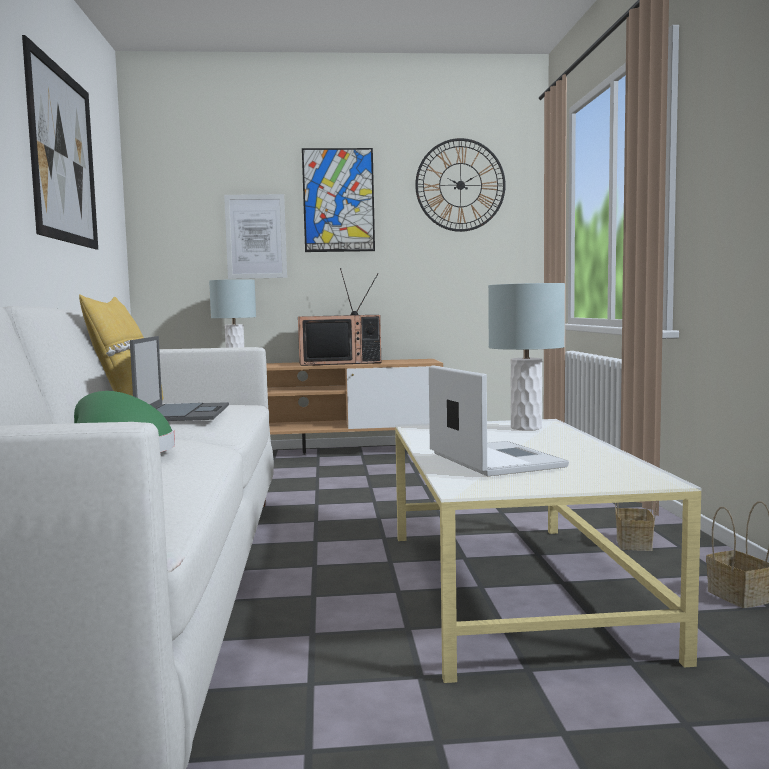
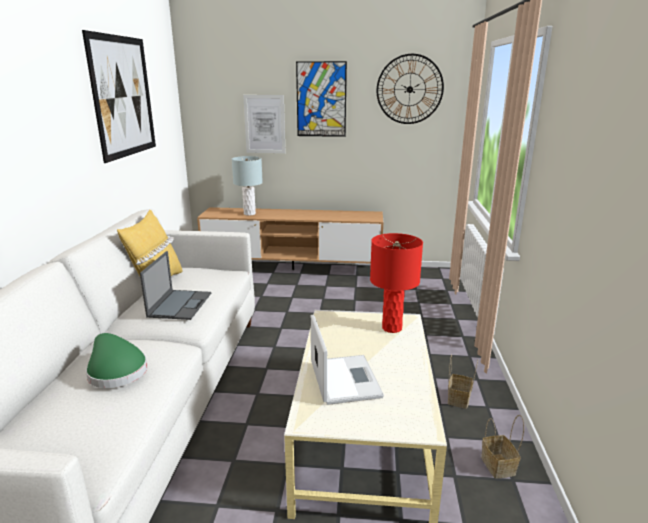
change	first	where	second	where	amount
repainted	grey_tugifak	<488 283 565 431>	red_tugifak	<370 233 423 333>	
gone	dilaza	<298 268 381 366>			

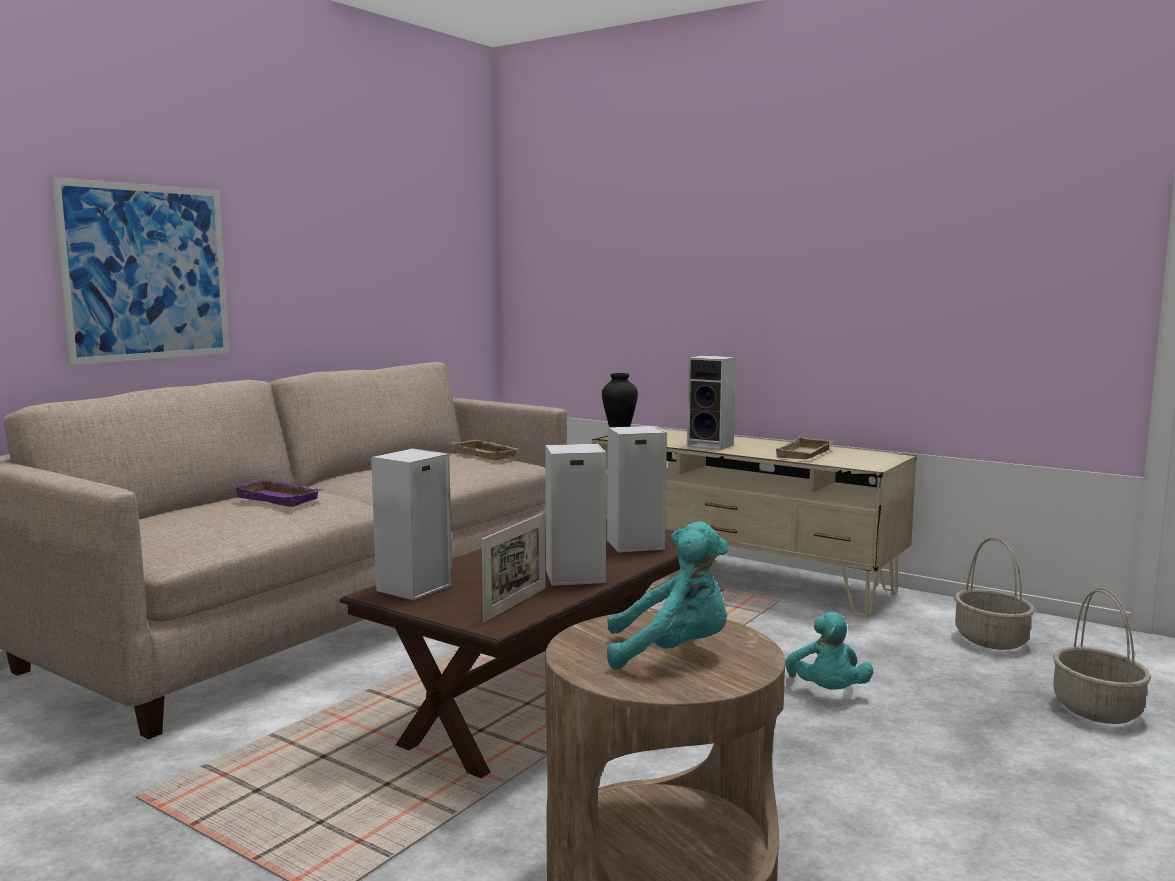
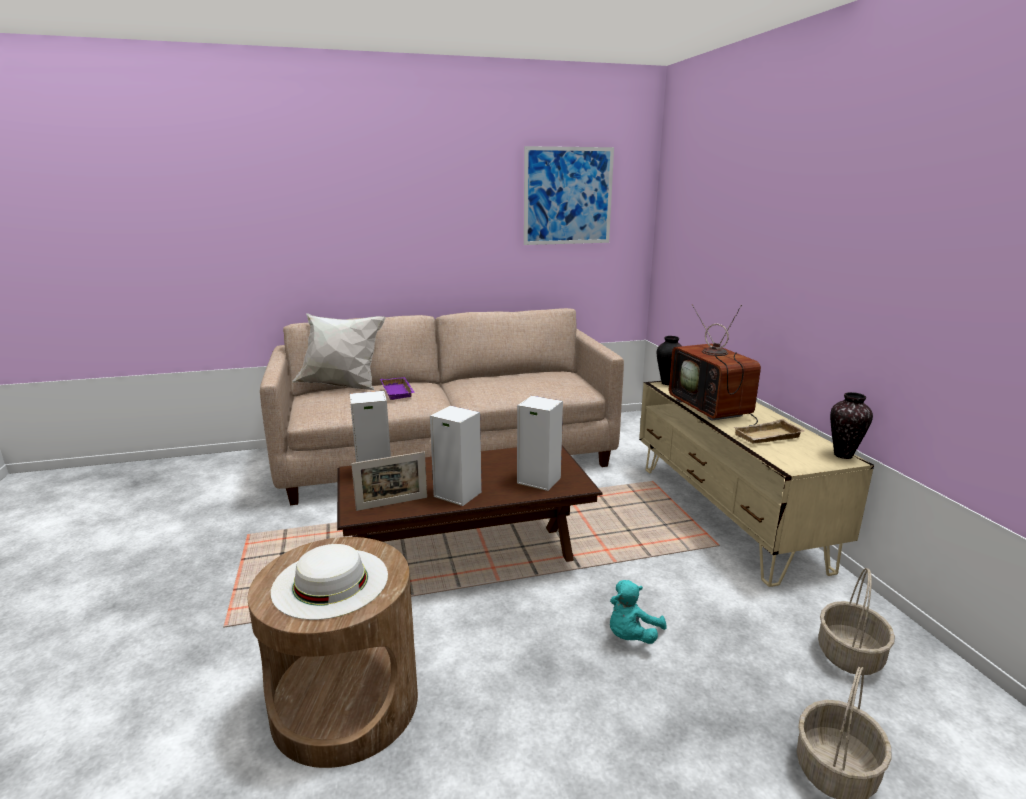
change	first	where	second	where	amount
swapped	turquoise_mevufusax	<607 521 729 670>	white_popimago	<271 544 388 620>	
new			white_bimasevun	<292 313 386 390>	
shifted	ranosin	<51 177 229 365>		<524 146 614 245>	
swapped	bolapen	<687 355 736 450>	dilaza	<669 304 761 426>	
new			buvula	<830 392 873 459>	
gone	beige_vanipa	<451 439 519 460>			

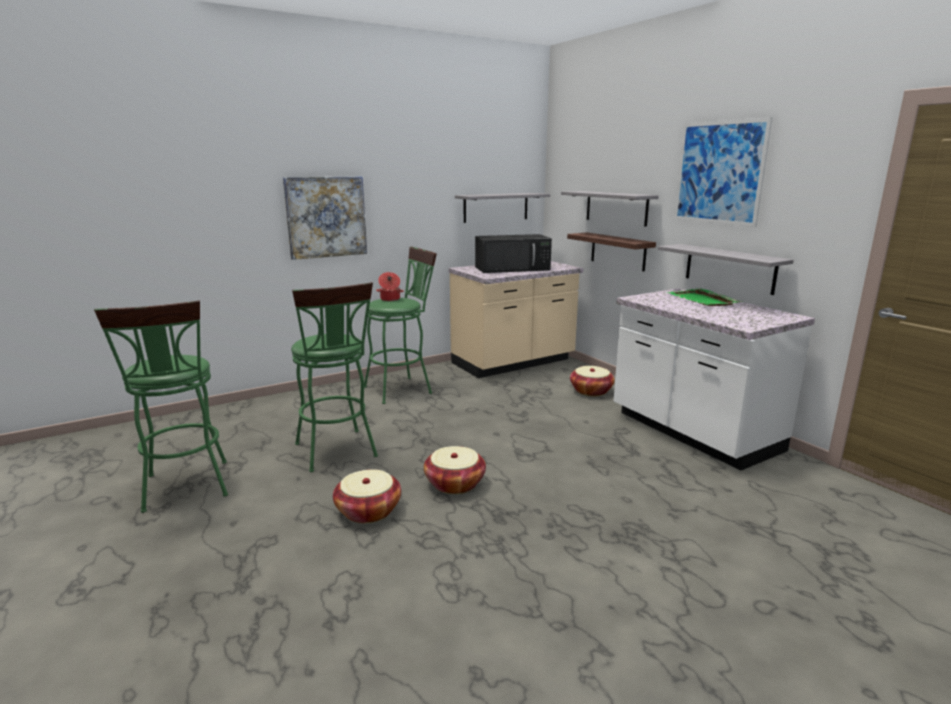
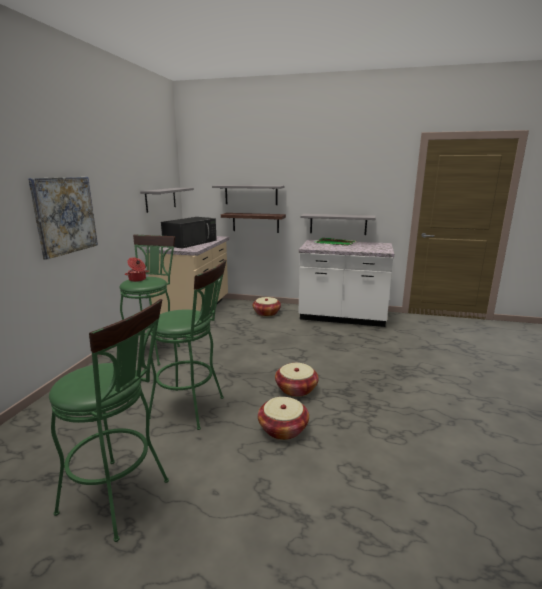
change	first	where	second	where	amount
gone	ranosin	<674 117 773 227>			

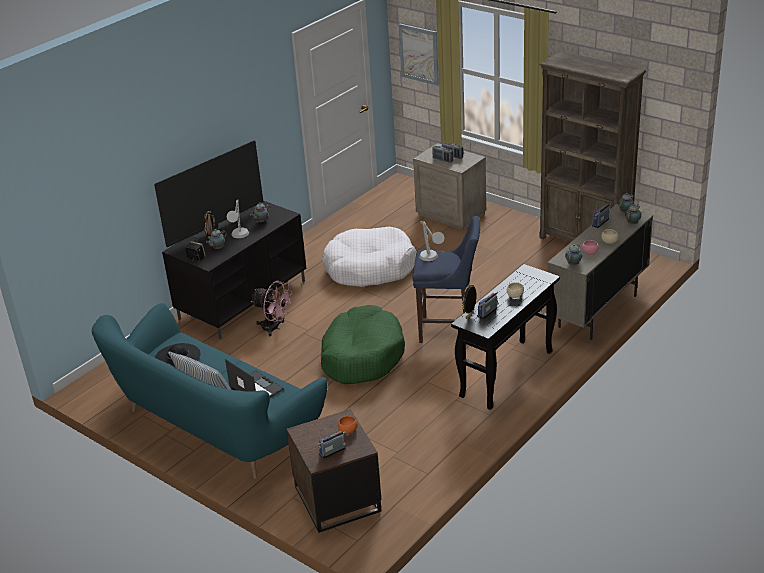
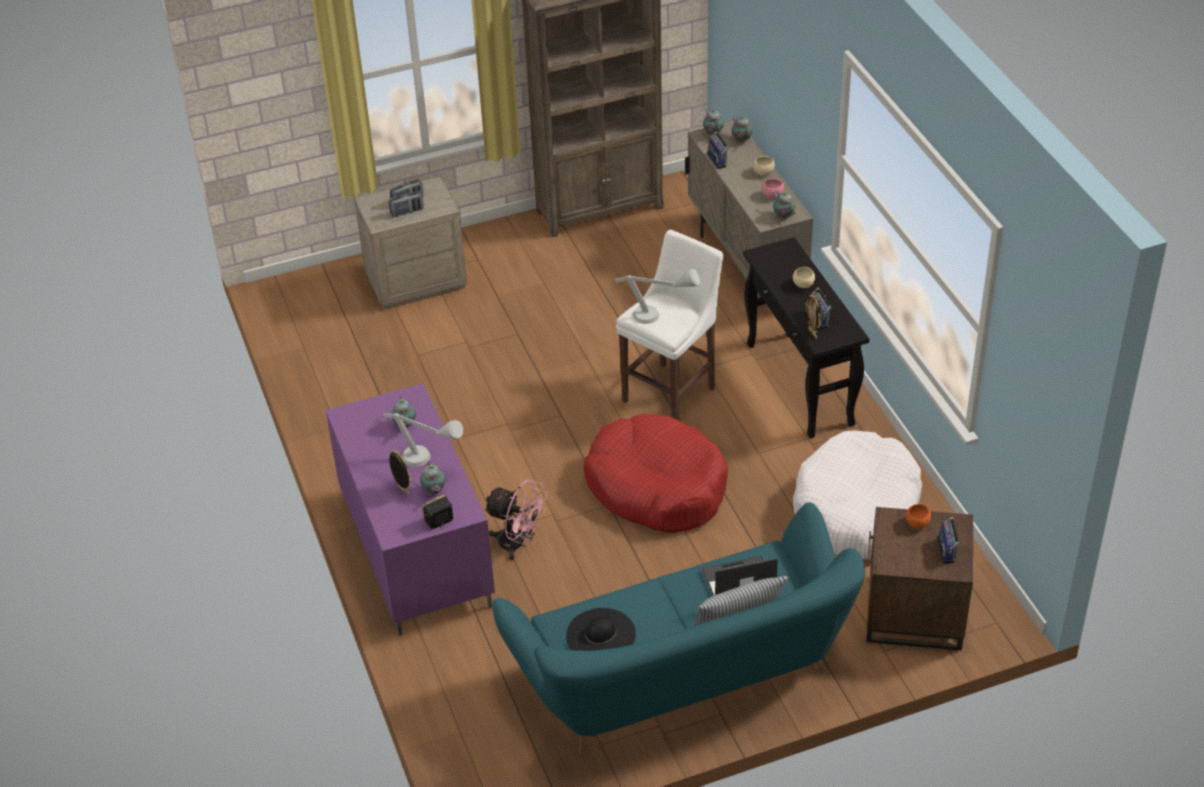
change	first	where	second	where	amount
repainted	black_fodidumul	<162 201 306 339>	purple_fodidumul	<326 383 495 636>	
rotated	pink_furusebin	<251 281 292 336>		<484 480 548 560>	60 degrees clockwise
repainted	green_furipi	<321 305 405 384>	red_furipi	<584 413 728 533>	
repainted	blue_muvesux	<412 216 480 343>	white_muvesux	<616 230 723 420>	
shifted	white_furipi	<322 226 416 287>		<793 430 922 559>	
gone	dilaza	<154 140 263 247>			
gone	ranosin	<399 24 439 86>			

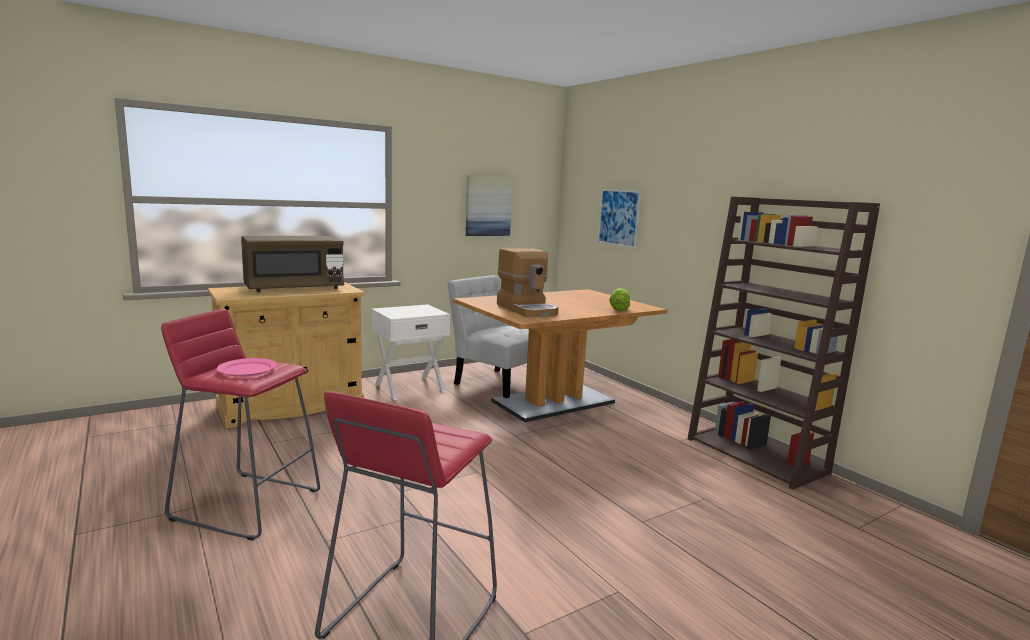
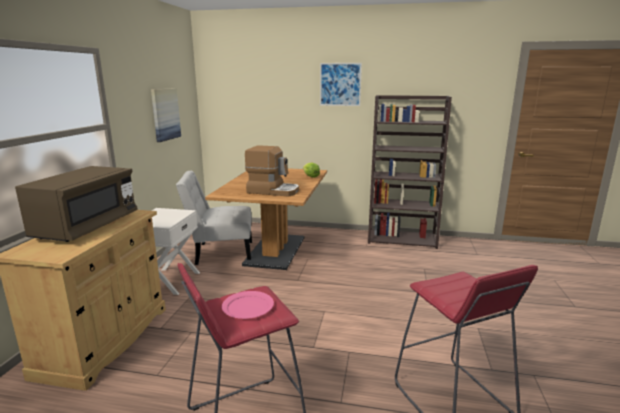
change	first	where	second	where	amount
shifted	ranosin	<598 189 641 248>		<320 63 362 106>	

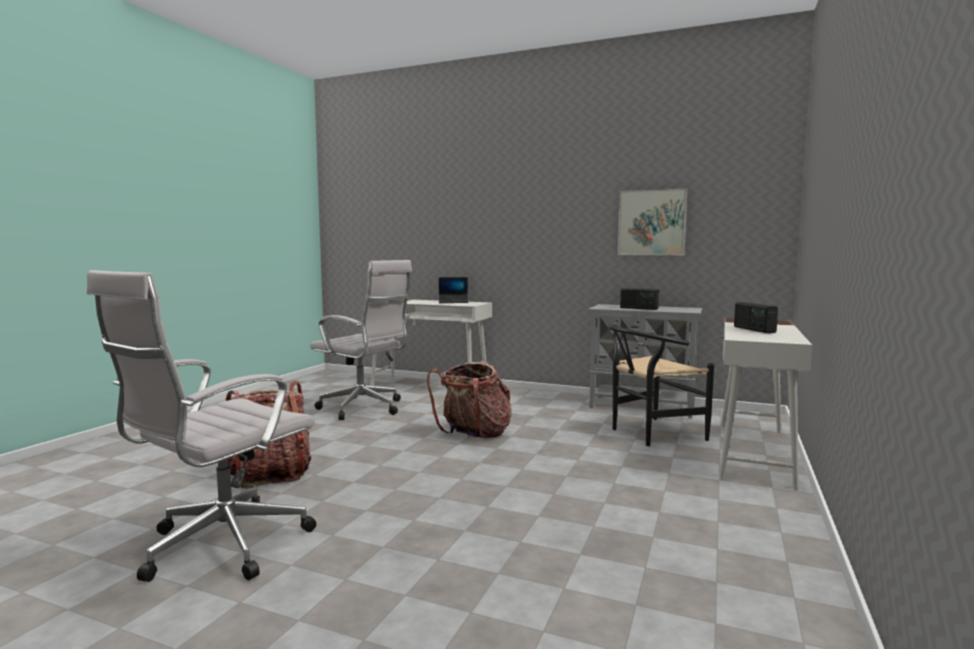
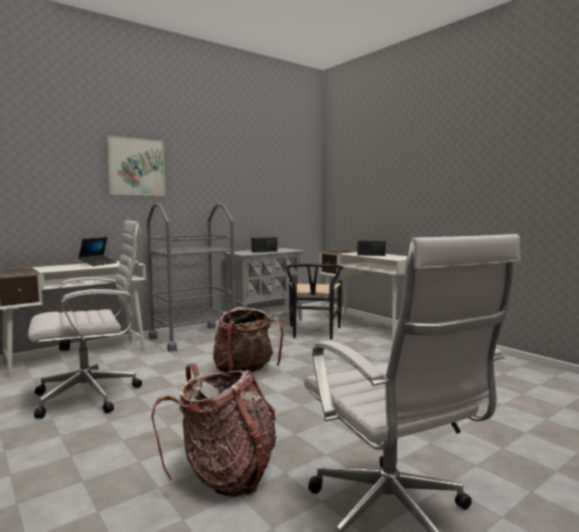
change	first	where	second	where	amount
shifted	ranosin	<618 188 687 255>		<106 135 165 196>	
new			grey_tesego	<147 203 235 352>	

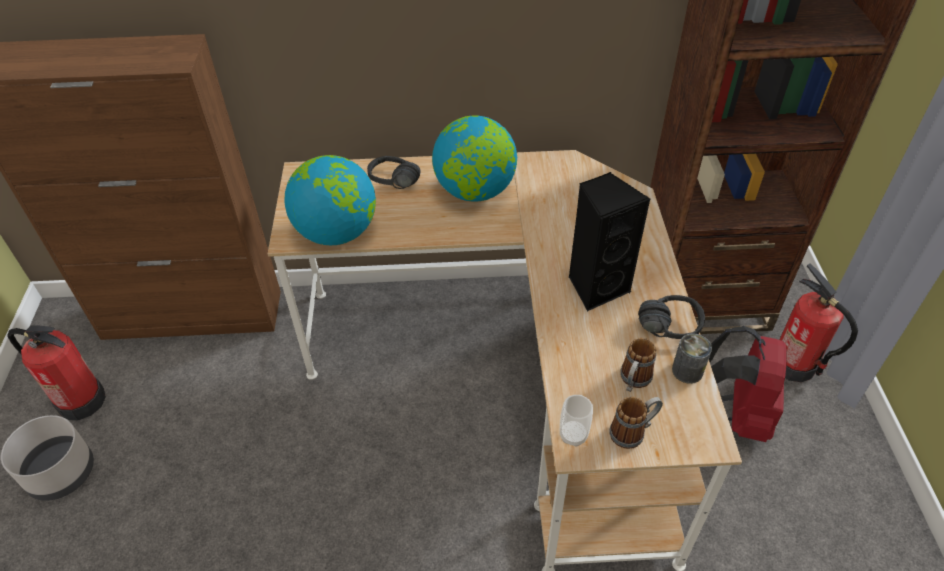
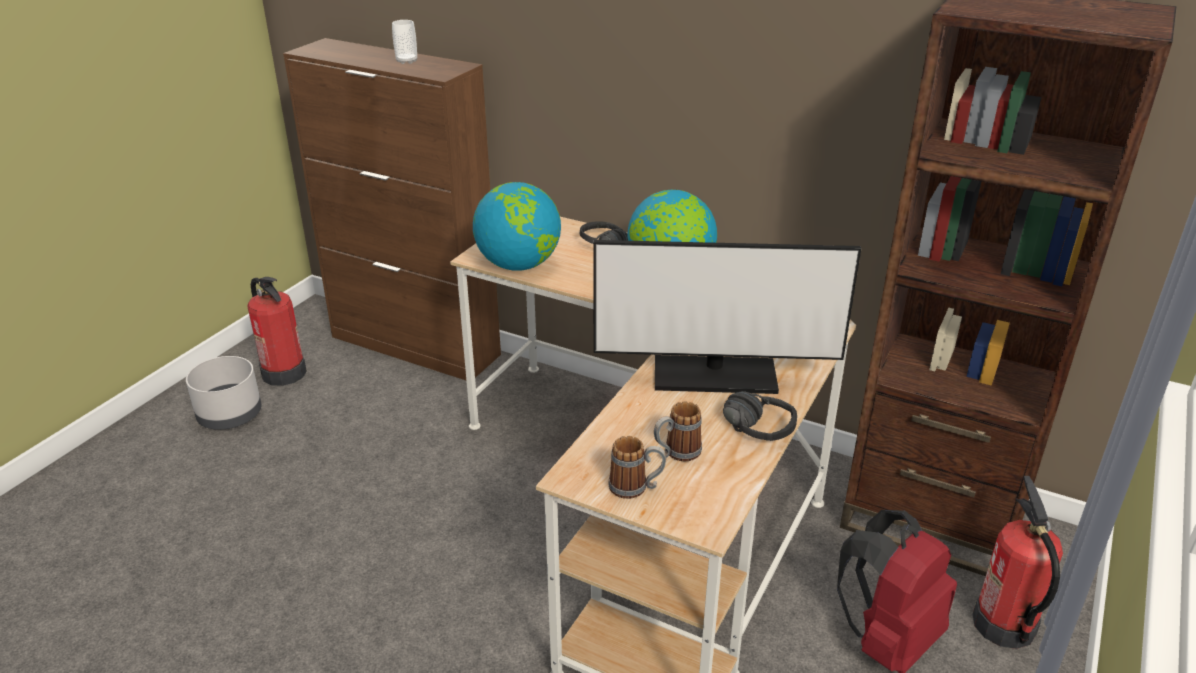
change	first	where	second	where	amount
shifted	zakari	<560 395 593 447>		<392 20 417 64>	
swapped	black_bolapen	<569 172 650 311>	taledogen	<593 240 861 394>	
gone	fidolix	<672 334 712 384>			

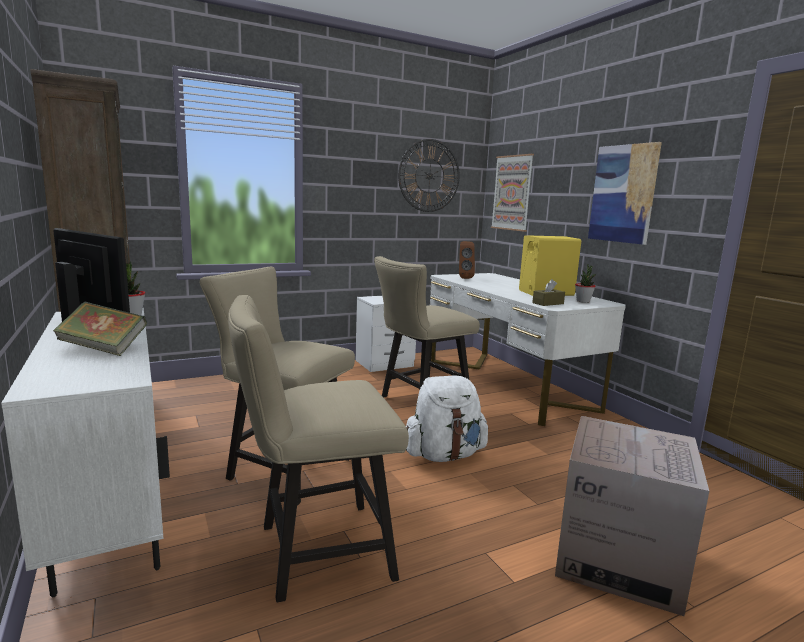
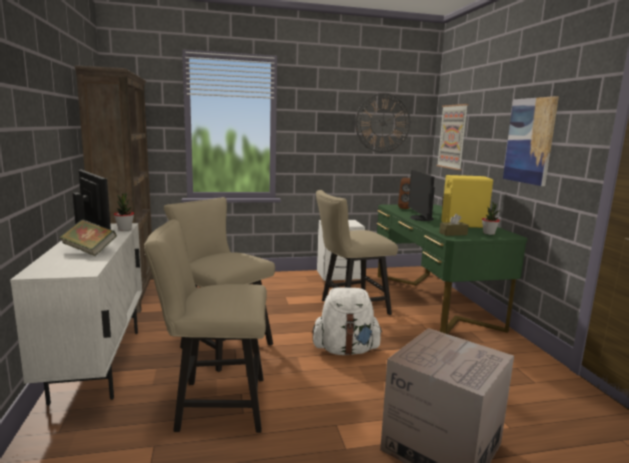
change	first	where	second	where	amount
repainted	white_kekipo	<430 273 625 426>	green_kekipo	<377 204 528 334>	
new			taledogen	<408 170 435 221>	

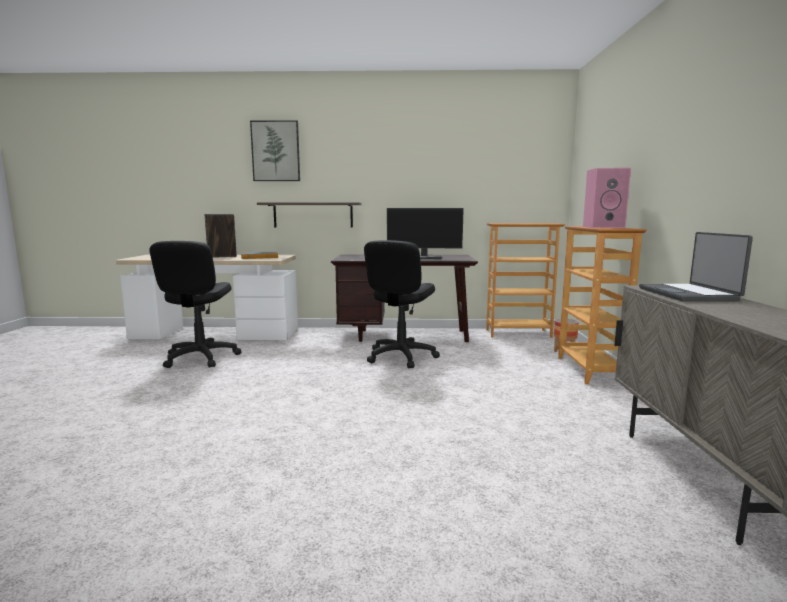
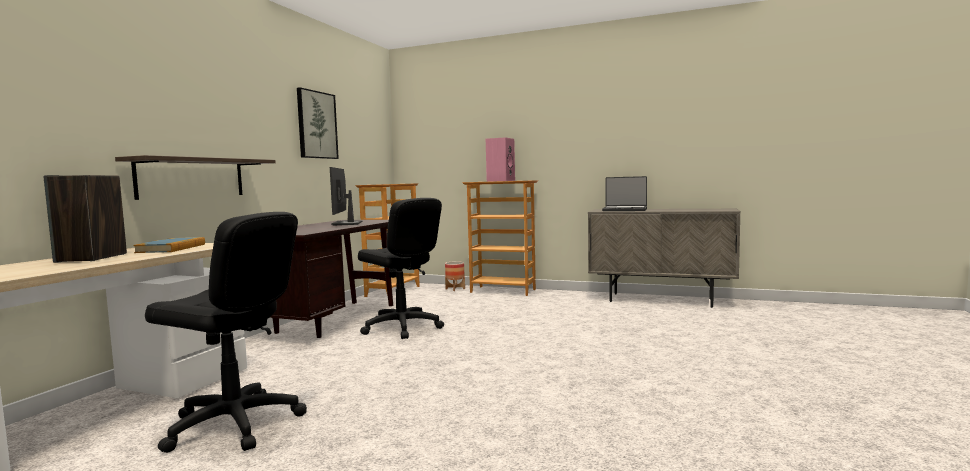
change	first	where	second	where	amount
shifted	ranosin	<250 120 300 181>		<297 87 339 159>	
rotated	taledogen	<387 208 464 259>		<330 167 363 226>	150 degrees clockwise

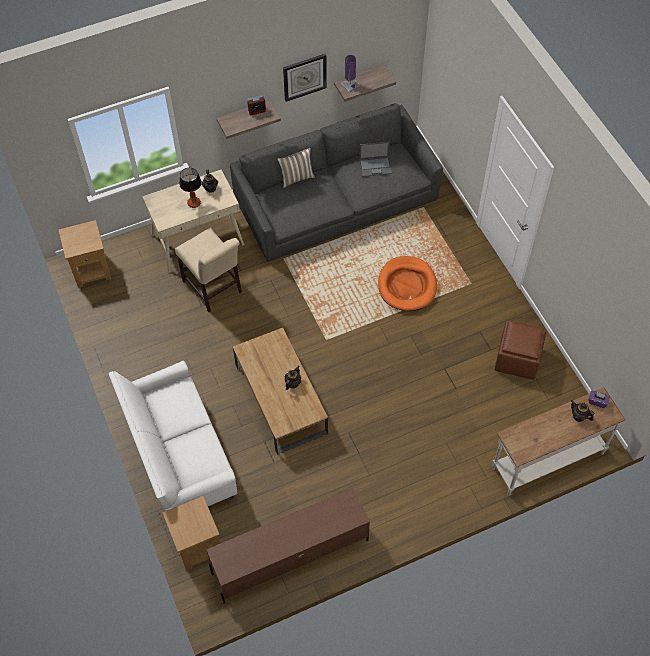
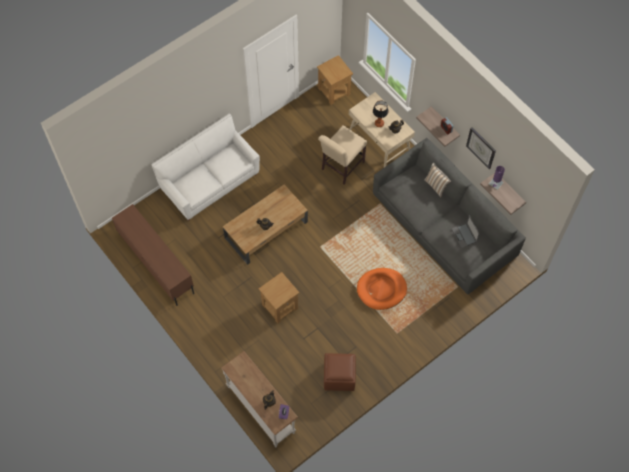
change	first	where	second	where	amount
shifted	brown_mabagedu	<162 496 220 571>		<259 272 299 323>	

